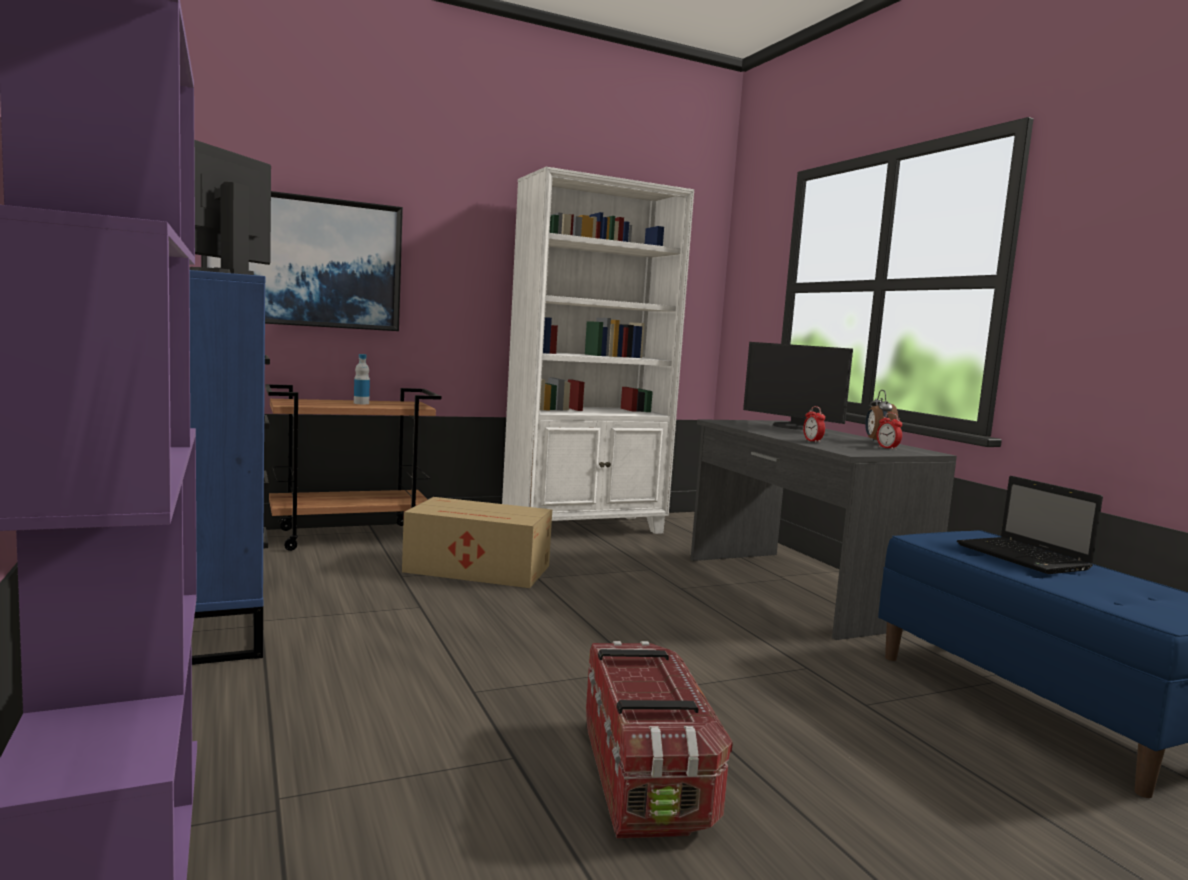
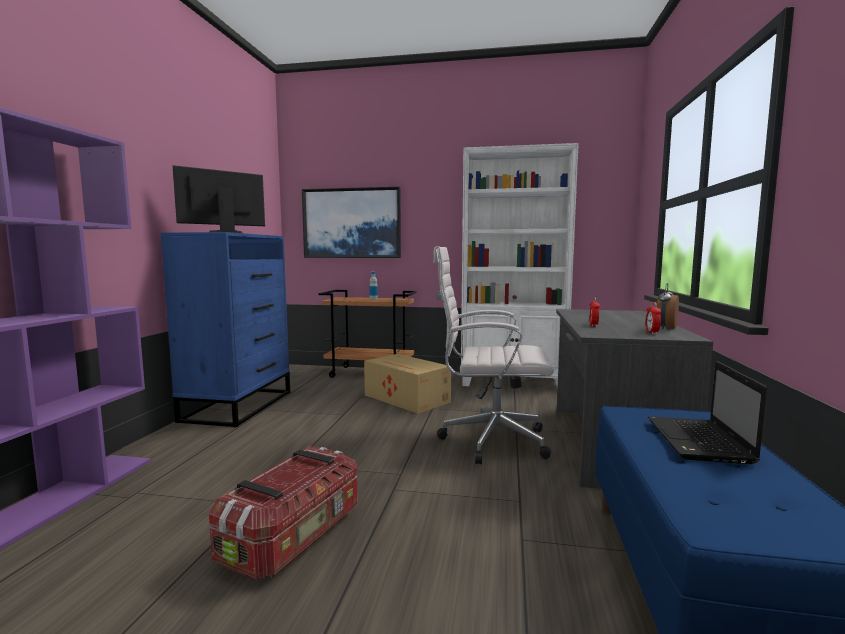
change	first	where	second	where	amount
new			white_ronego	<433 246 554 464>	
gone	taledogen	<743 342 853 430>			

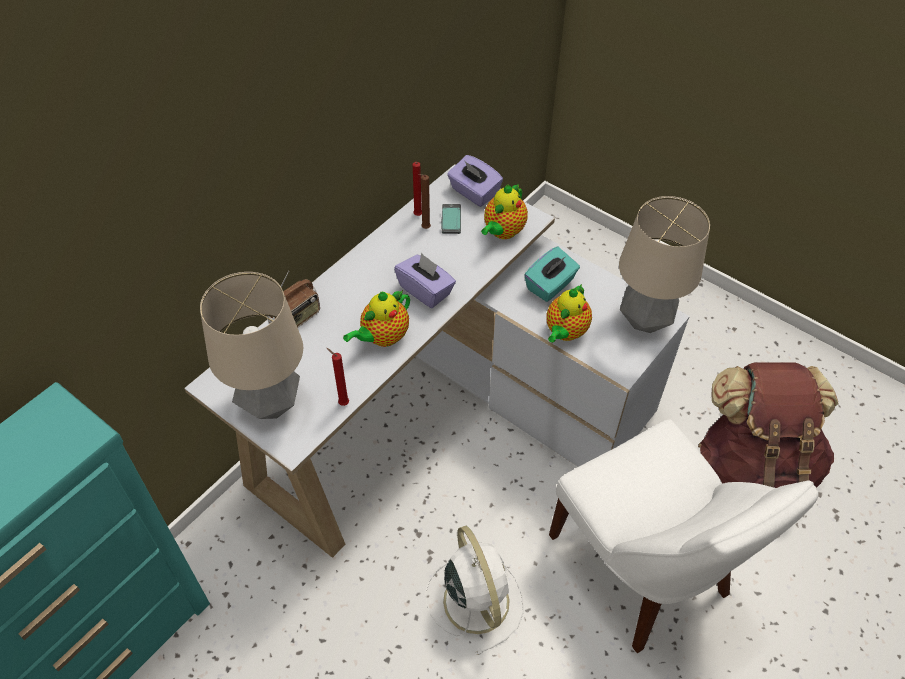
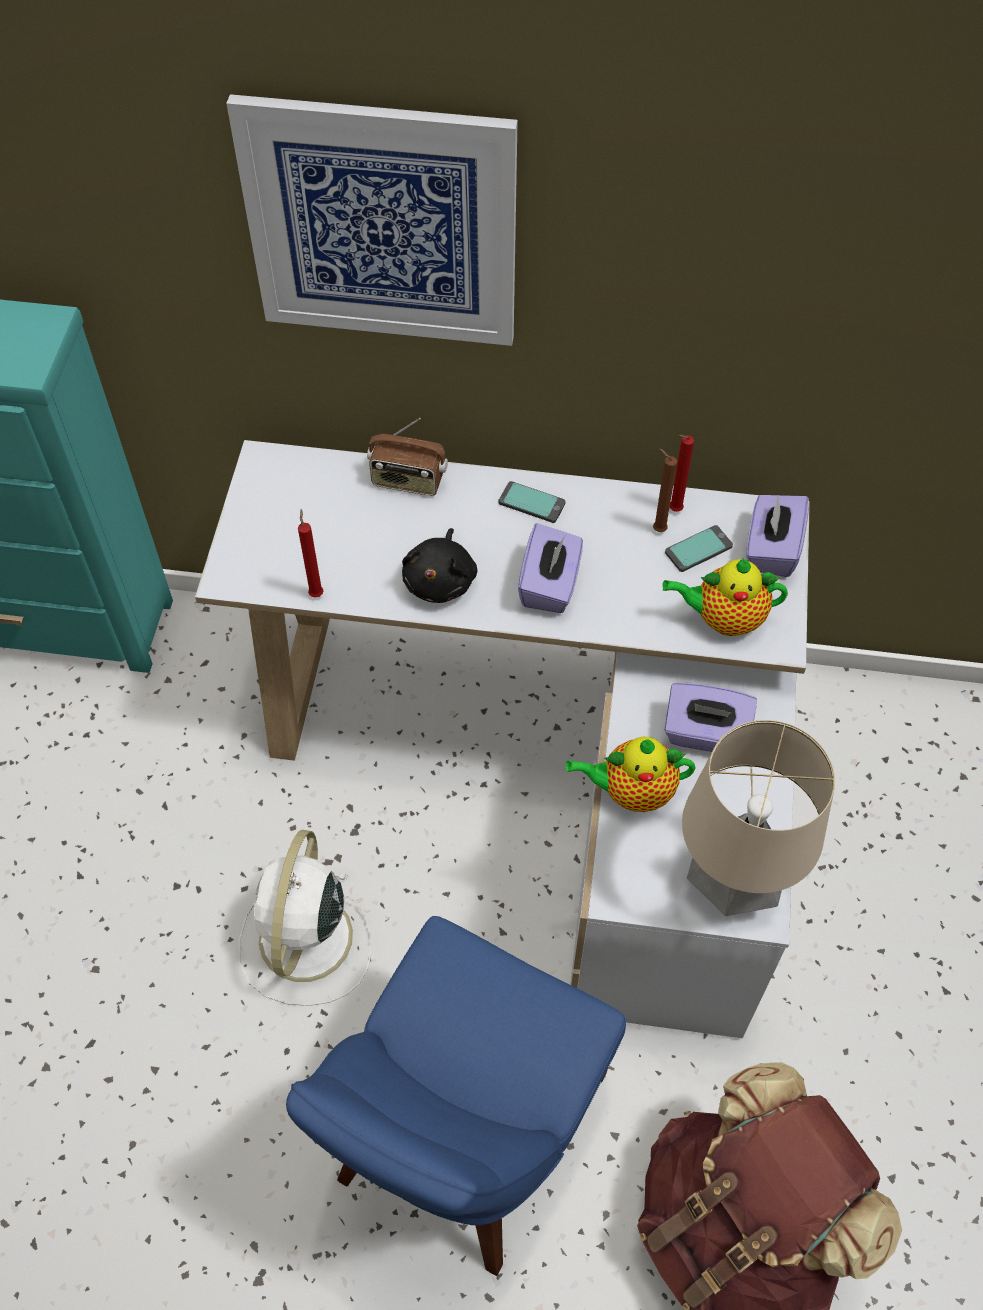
change	first	where	second	where	amount
new			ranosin	<226 94 518 346>	
rotated	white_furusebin	<425 526 524 655>		<239 830 372 1006>	150 degrees clockwise
repainted	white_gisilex	<549 420 818 653>	blue_gisilex	<286 916 626 1276>	
swapped	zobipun	<343 290 410 347>	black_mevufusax	<402 528 477 603>	
new			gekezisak	<499 481 566 523>	
repainted	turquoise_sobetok	<524 247 580 302>	purple_sobetok	<665 683 757 752>	
gone	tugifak	<200 272 303 419>			

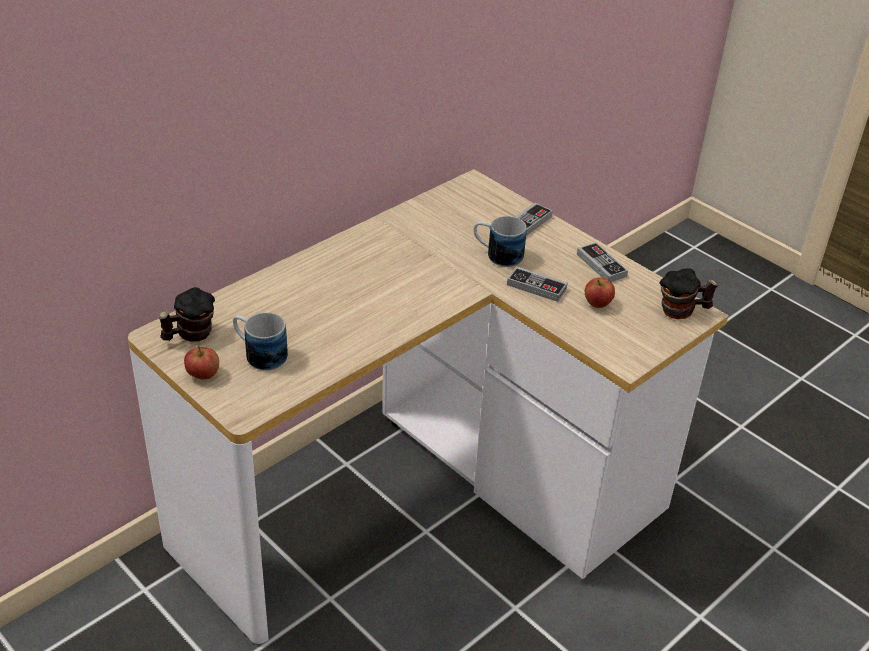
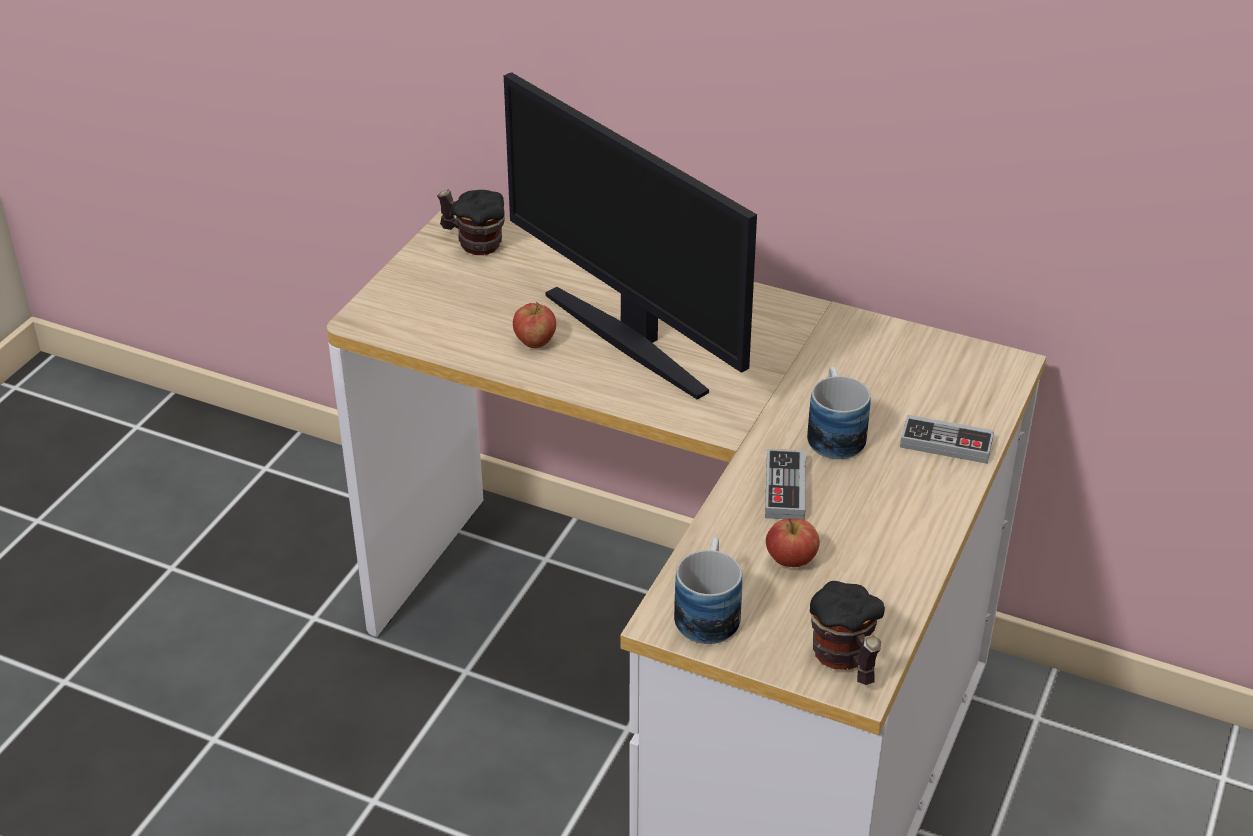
change	first	where	second	where	amount
new			taledogen	<504 72 757 400>	
shifted	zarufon	<184 346 219 380>		<513 302 556 348>	
shifted	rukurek	<233 312 288 370>		<674 537 742 644>	
gone	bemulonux	<577 242 628 282>			

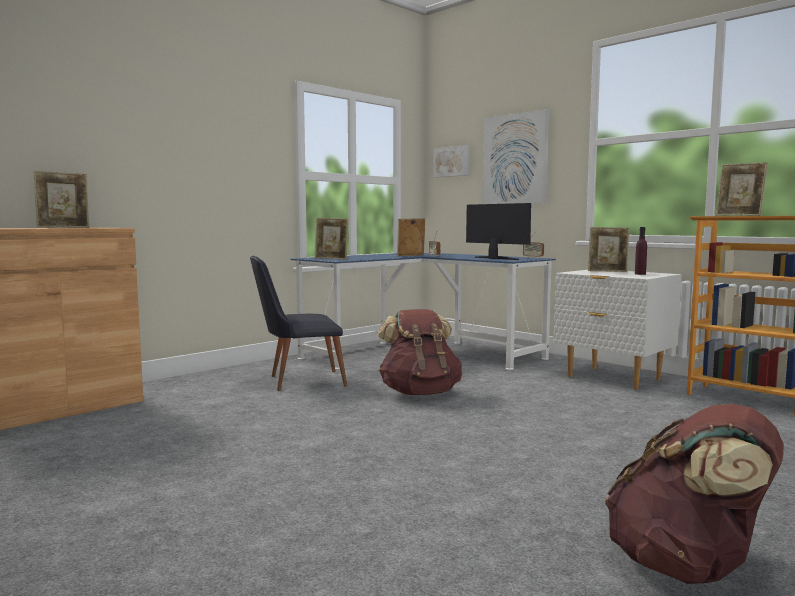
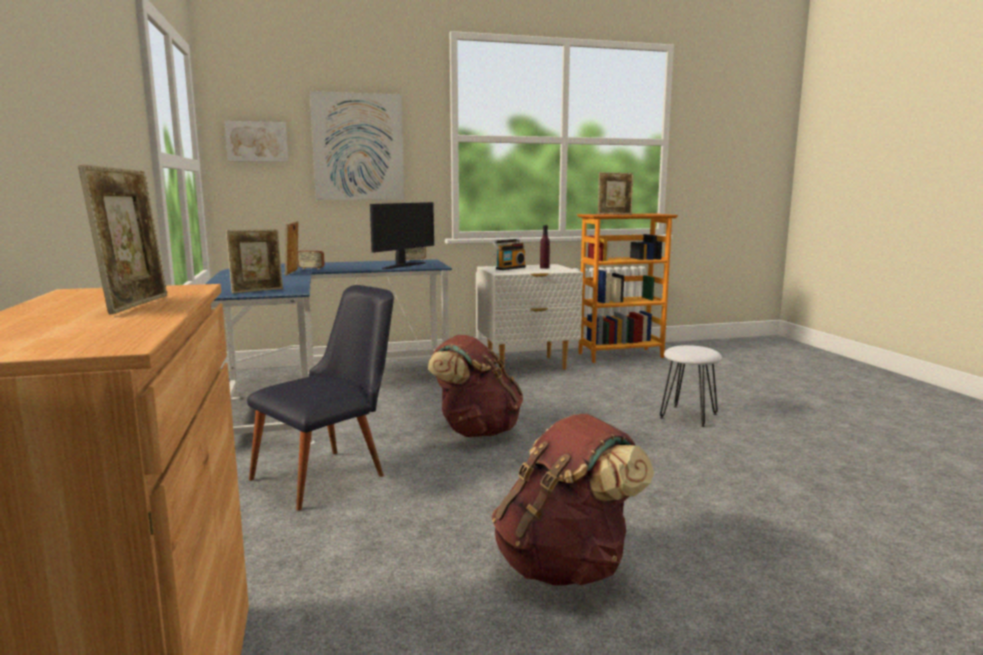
change	first	where	second	where	amount
rotated	black_gisilex	<250 256 347 391>		<247 285 394 511>	150 degrees counterclockwise
rotated	taledogen	<466 203 531 260>		<370 202 434 269>	135 degrees clockwise
shifted	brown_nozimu	<605 404 784 584>		<492 414 654 586>	
swapped	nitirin	<588 227 629 272>	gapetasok	<493 239 526 270>	
new			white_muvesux	<660 345 722 427>	

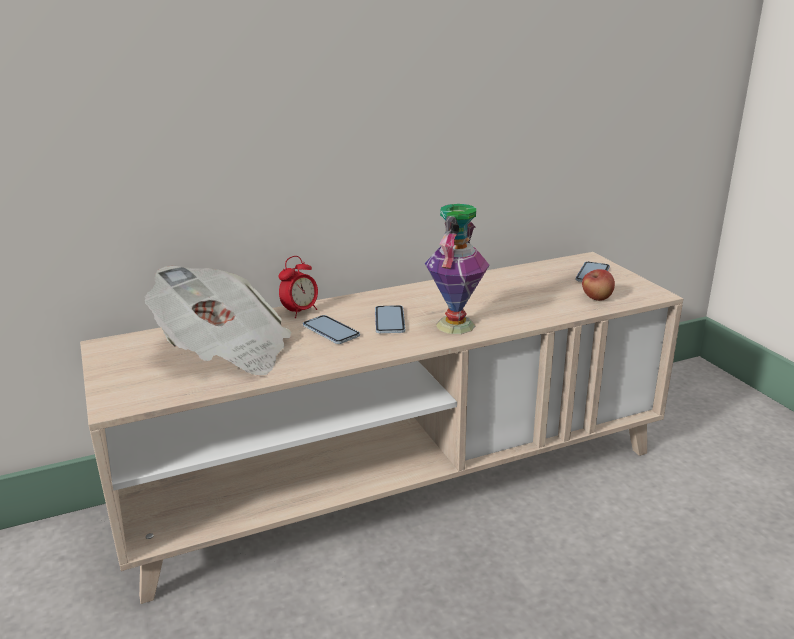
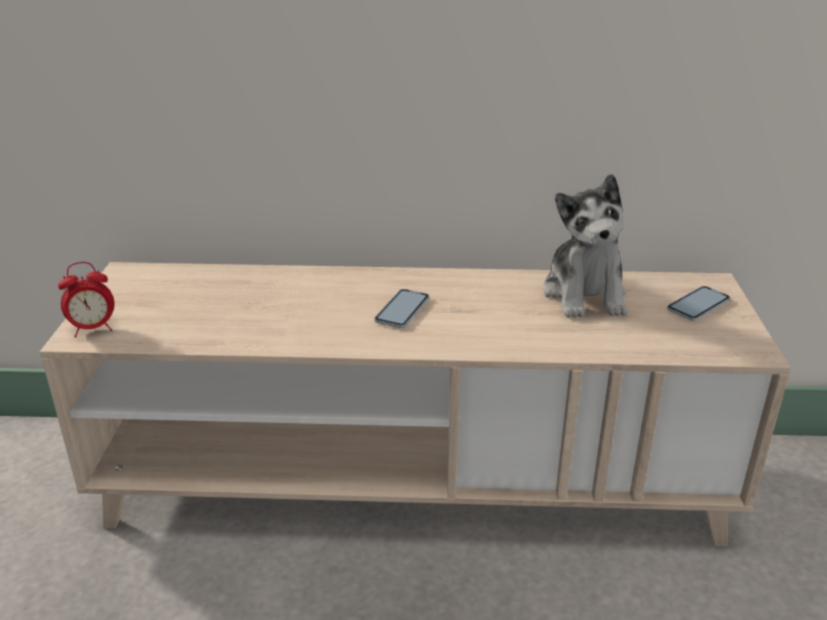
change	first	where	second	where	amount
shifted	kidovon	<278 256 318 318>		<58 262 114 337>	
new			mevufusax	<543 174 627 318>	
gone	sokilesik	<145 265 292 376>			
gone	gekezisak	<303 315 360 344>			
gone	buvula	<425 204 490 334>			
gone	zarufon	<582 269 615 301>			

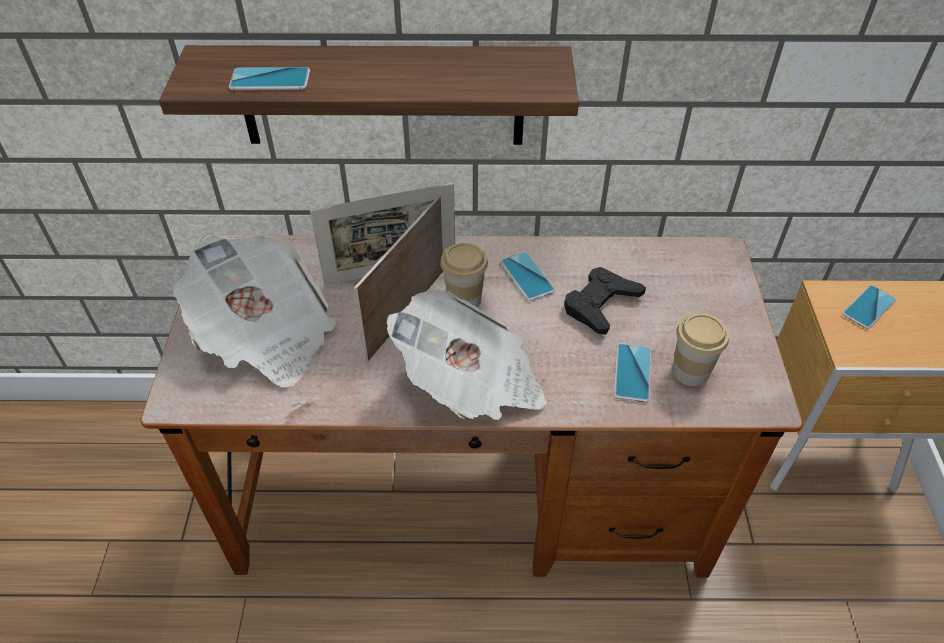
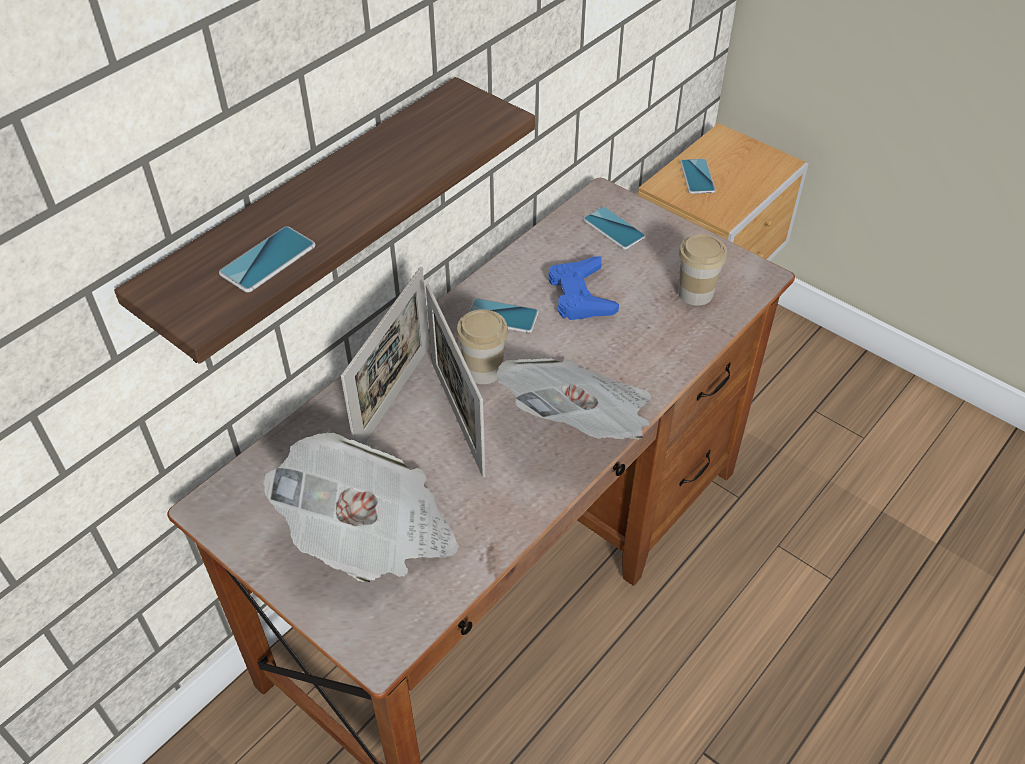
change	first	where	second	where	amount
repainted	black_bemulonux	<564 267 646 335>	blue_bemulonux	<548 256 619 320>	
shifted	gekezisak	<614 343 651 402>		<583 207 646 250>	

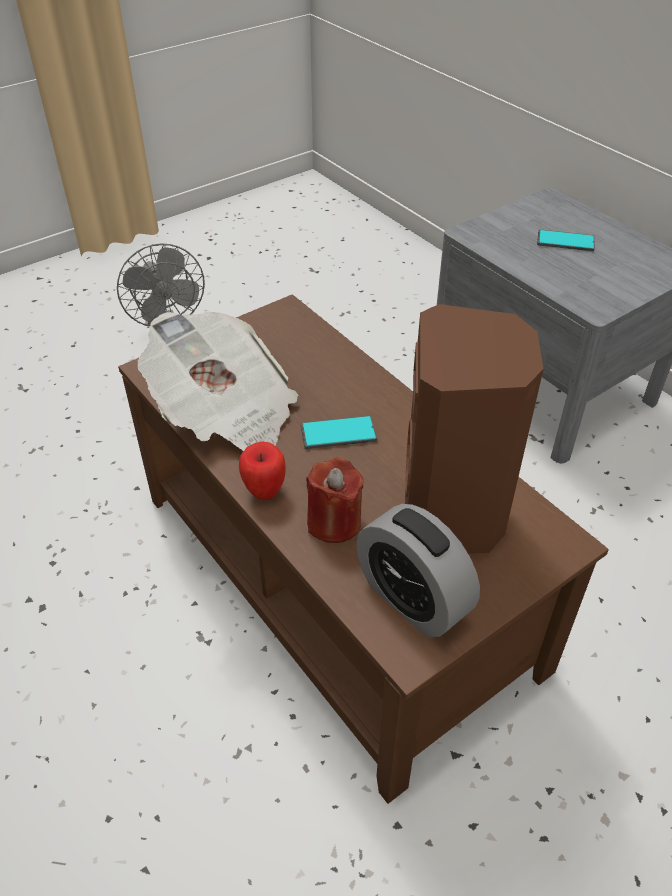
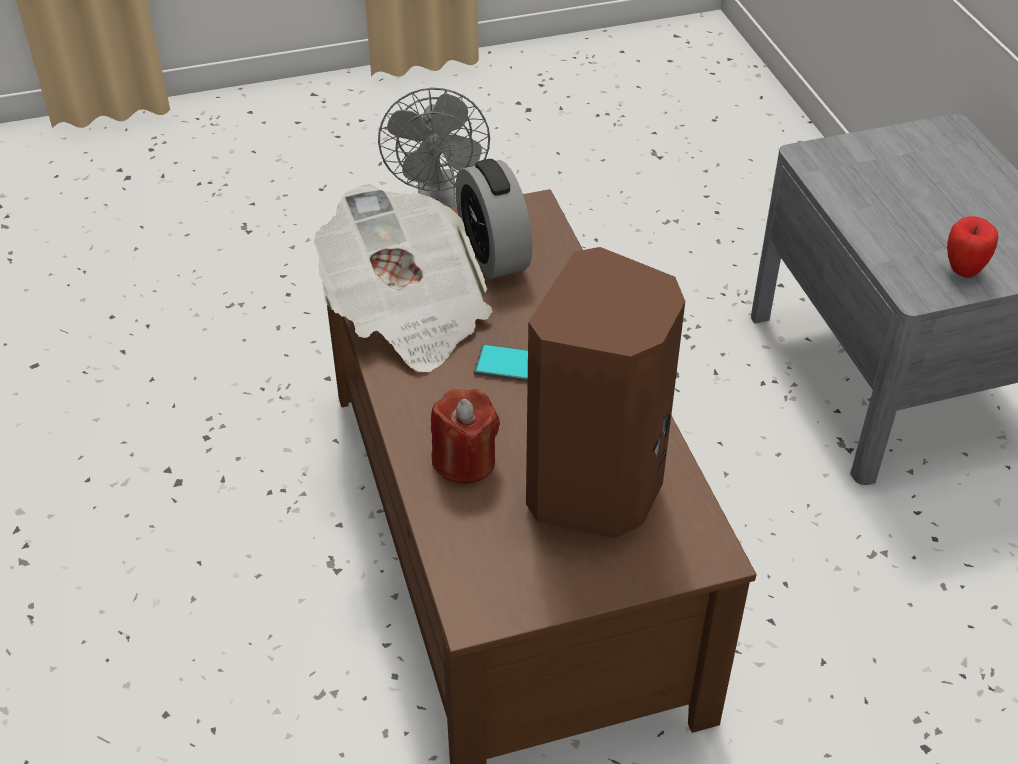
change	first	where	second	where	amount
shifted	kidovon	<356 504 480 637>		<455 159 533 279>	
shifted	zarufon	<239 441 286 500>		<947 216 998 278>	
gone	gekezisak	<537 229 595 251>			

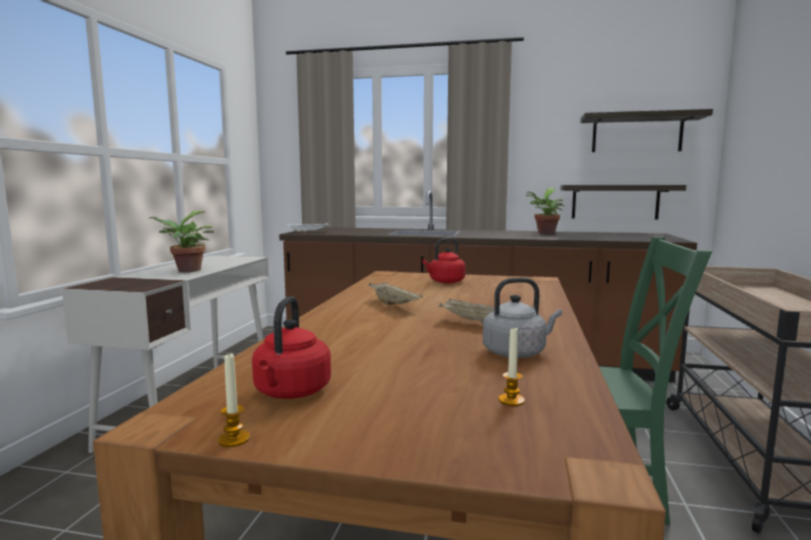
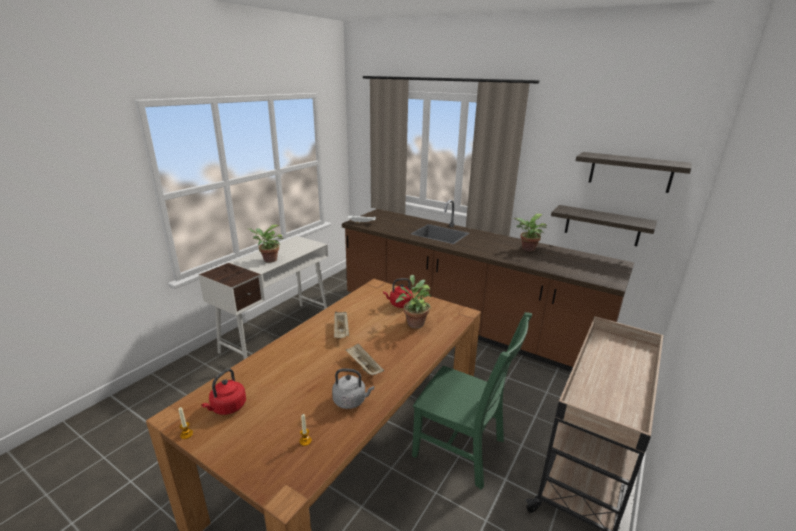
change	first	where	second	where	amount
new			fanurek	<395 275 431 328>	

